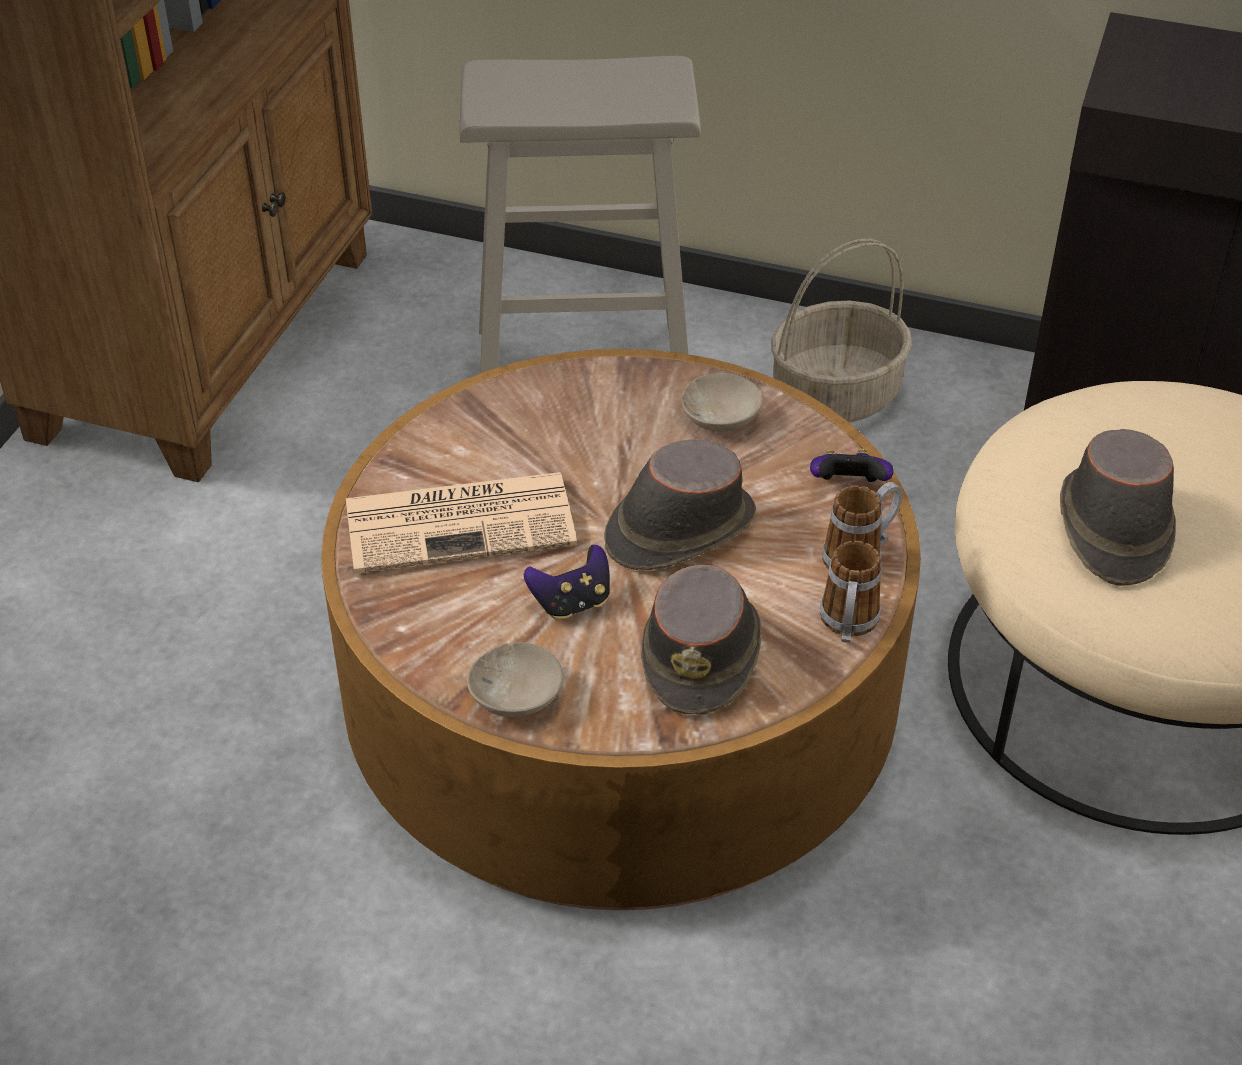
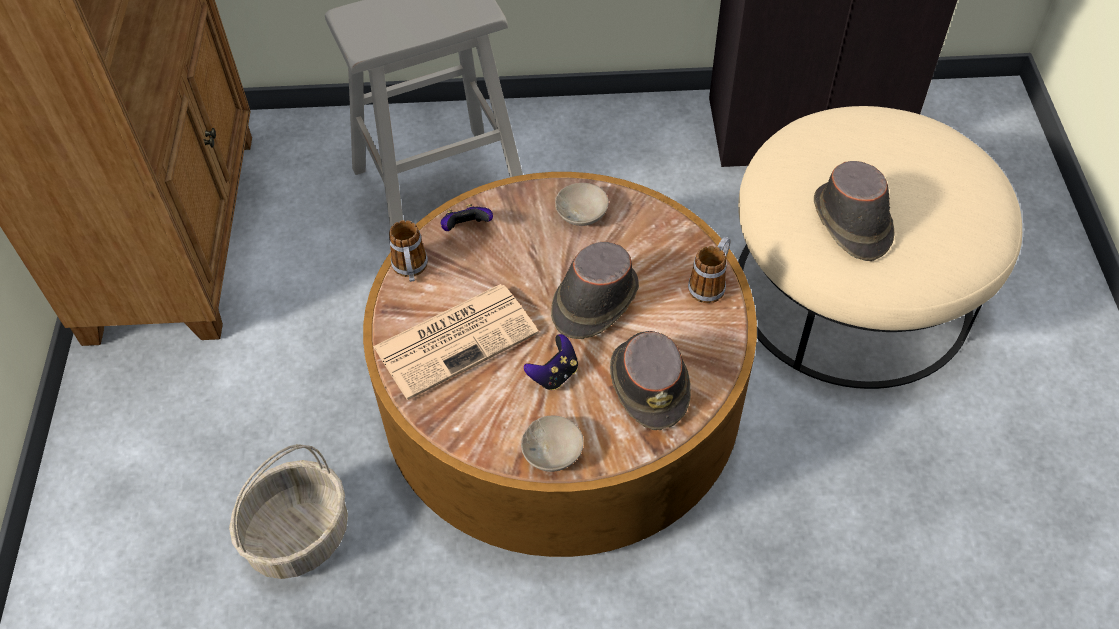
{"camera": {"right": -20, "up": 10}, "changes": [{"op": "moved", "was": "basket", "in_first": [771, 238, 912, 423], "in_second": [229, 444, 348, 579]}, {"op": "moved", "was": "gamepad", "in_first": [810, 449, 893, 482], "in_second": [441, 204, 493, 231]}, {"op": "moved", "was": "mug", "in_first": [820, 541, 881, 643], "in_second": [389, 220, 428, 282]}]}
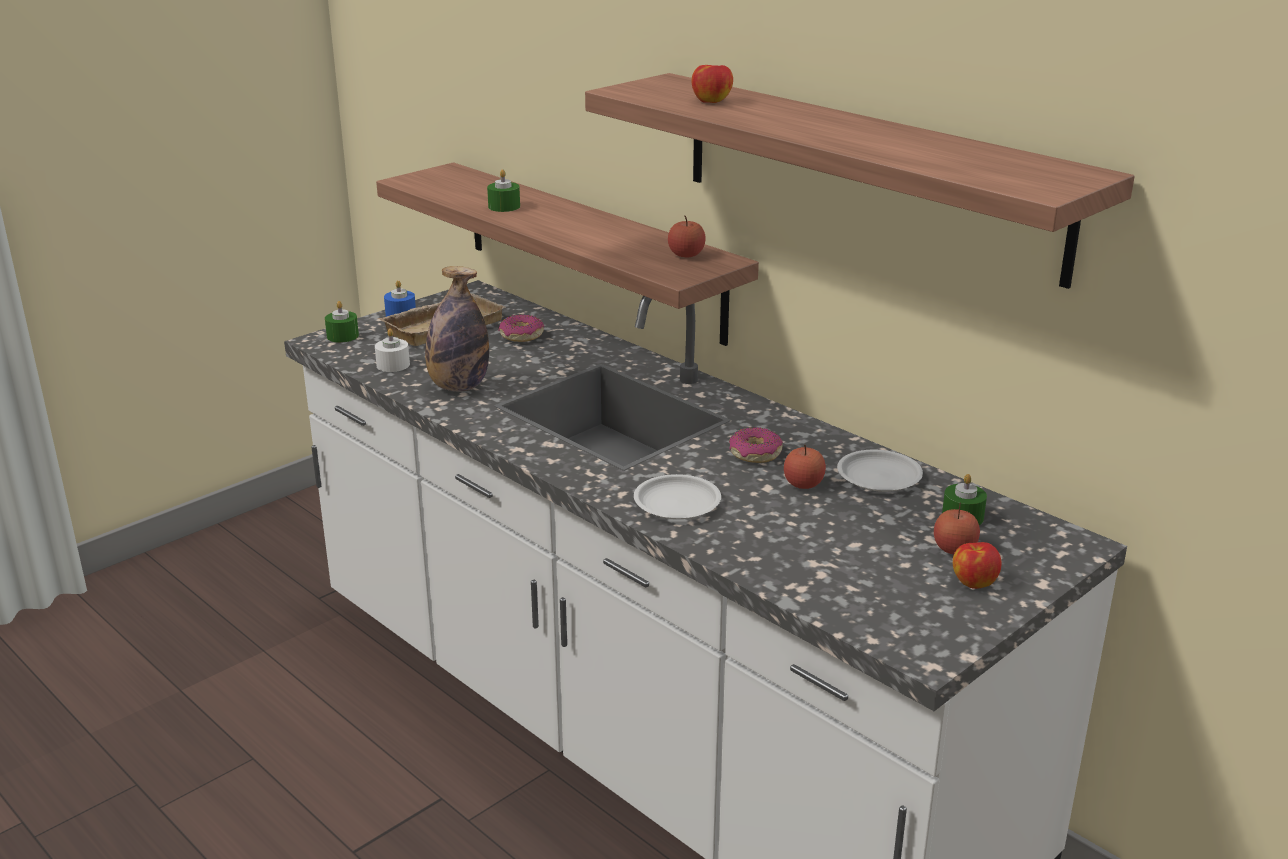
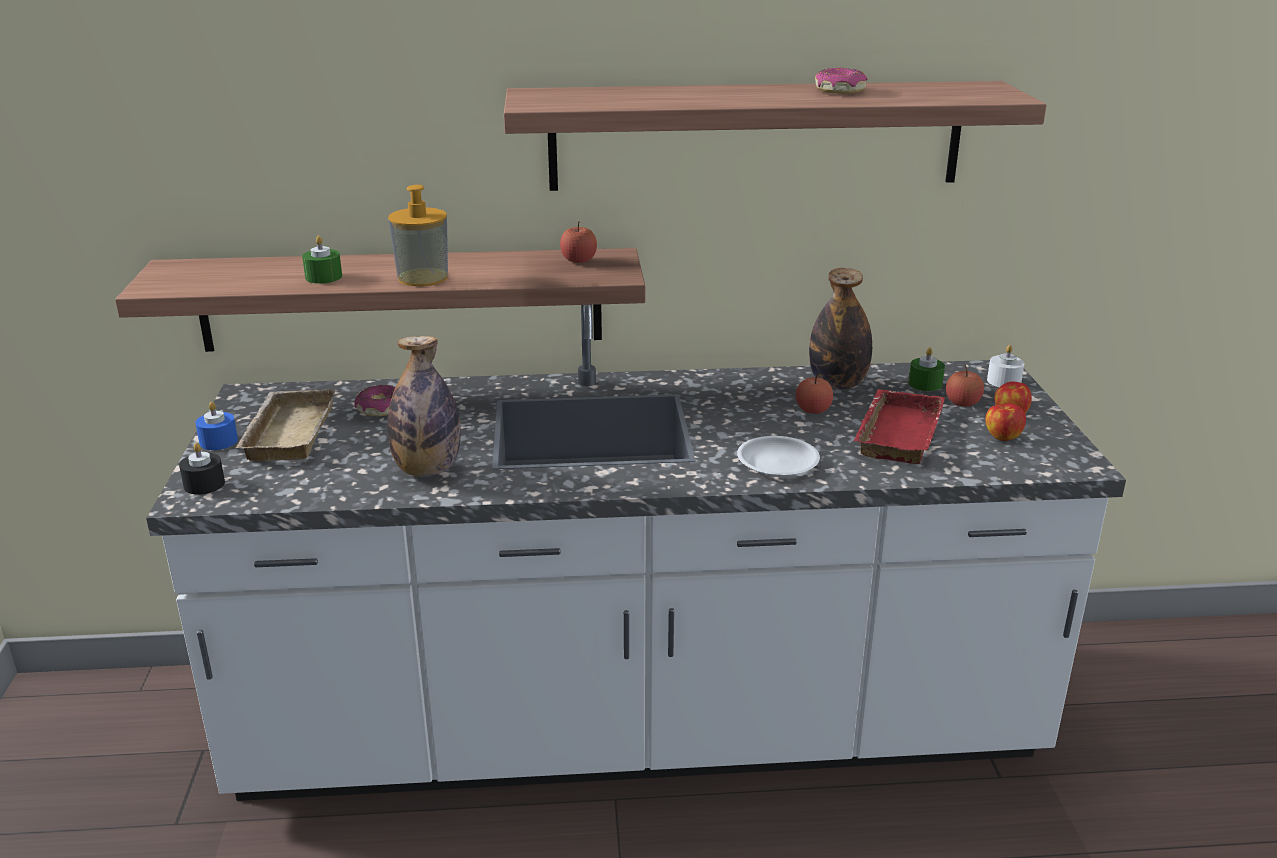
{"camera": {"right": -50, "up": 0}, "changes": [{"op": "added", "now": "liquid soap bottle", "in_second": [388, 185, 448, 286]}, {"op": "added", "now": "red carrying tray", "in_second": [854, 389, 945, 464]}, {"op": "moved", "was": "white-coloured candle", "in_first": [375, 328, 410, 372], "in_second": [987, 345, 1024, 387]}, {"op": "moved", "was": "whole apple", "in_first": [692, 65, 733, 103], "in_second": [985, 403, 1026, 441]}, {"op": "moved", "was": "ring doughnut", "in_first": [729, 427, 783, 463], "in_second": [815, 68, 867, 94]}, {"op": "replaced", "was": "white-coloured flat dish", "now": "drink bottle", "in_first": [837, 450, 923, 492], "in_second": [809, 268, 872, 390]}, {"op": "recoloured", "was": "green-coloured candle", "now": "black candle", "in_first": [325, 301, 359, 343], "in_second": [179, 443, 225, 495]}]}
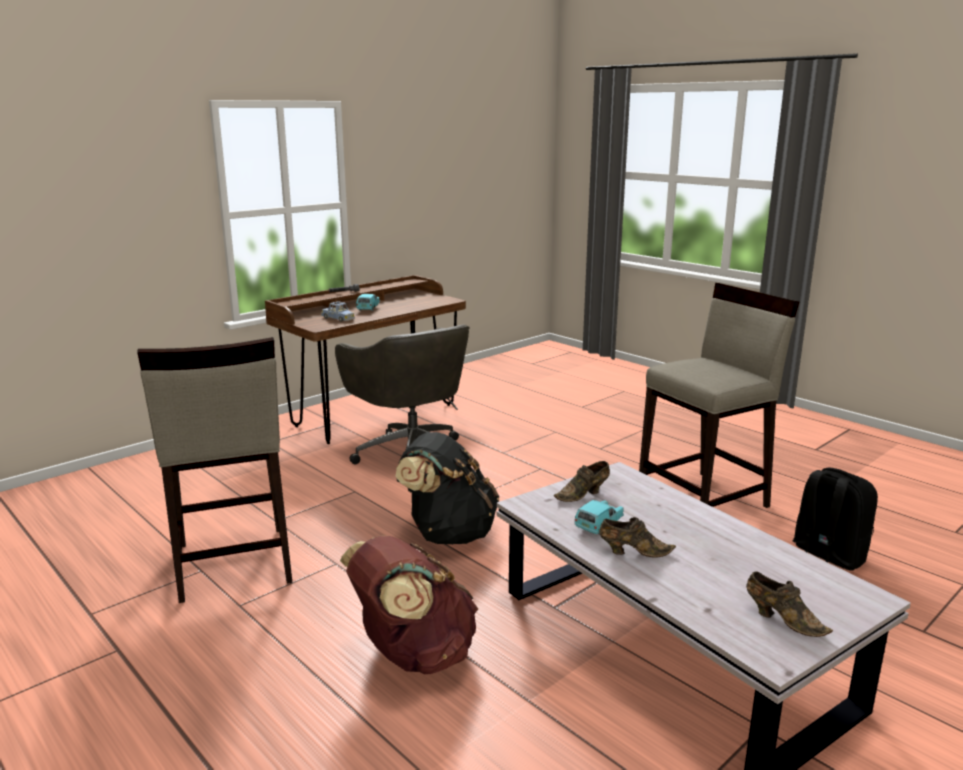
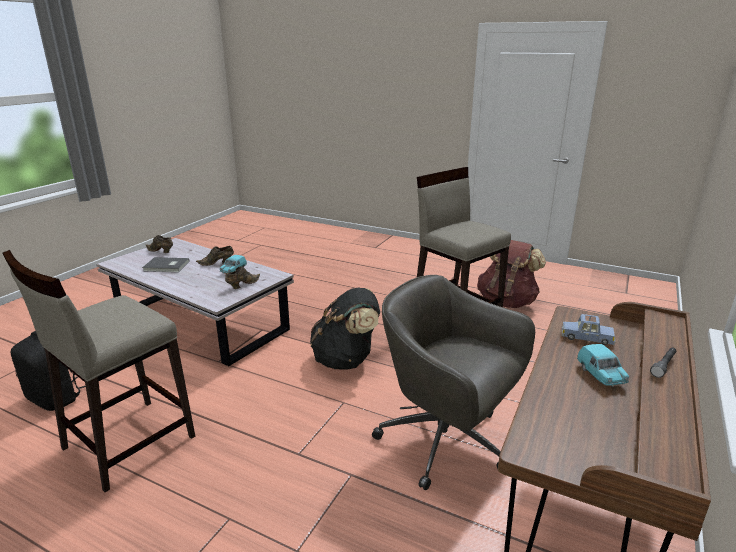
{"camera": {"right": 160, "up": 5}, "changes": [{"op": "added", "now": "gray book", "in_second": [142, 257, 189, 272]}, {"op": "moved", "was": "brownish knapsack", "in_first": [340, 536, 478, 674], "in_second": [477, 240, 546, 308]}]}
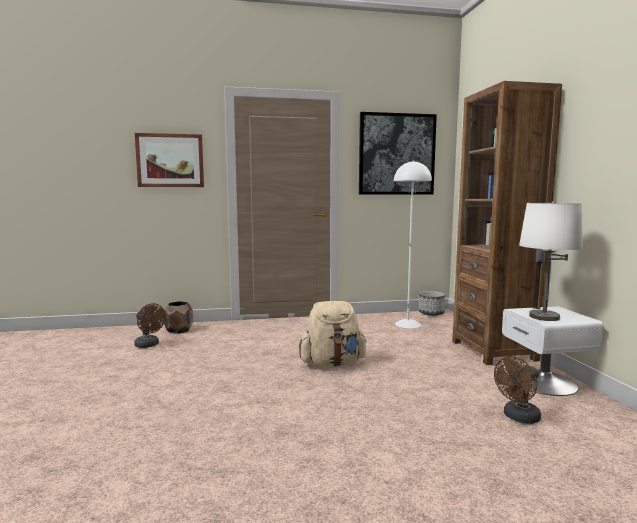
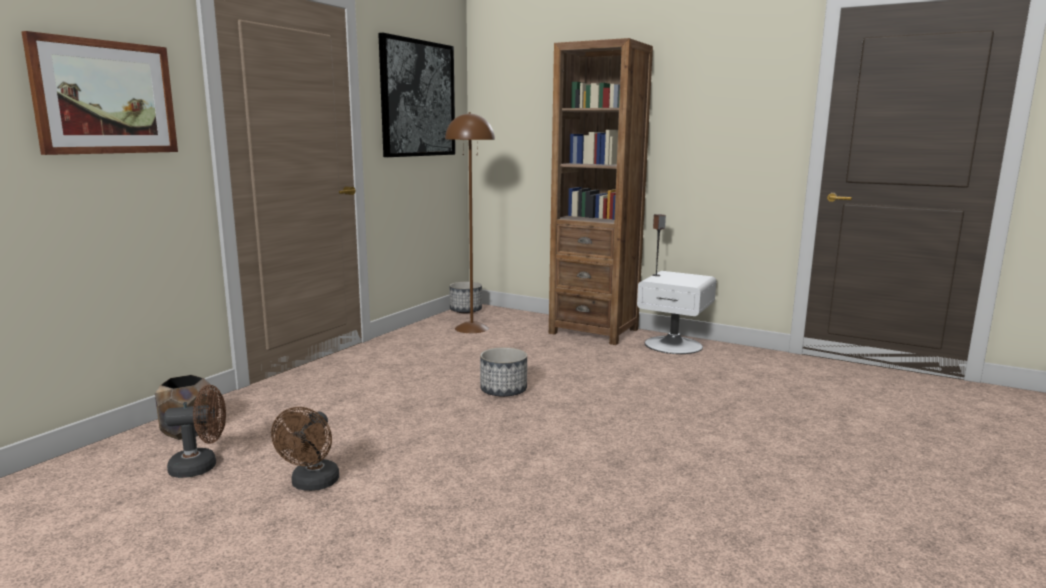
{"camera": {"right": -50, "up": 5}, "changes": [{"op": "removed", "was": "white-coloured table lamp", "in_first": [519, 201, 583, 321]}, {"op": "moved", "was": "brownish electric fan", "in_first": [494, 356, 541, 424], "in_second": [271, 407, 339, 491]}, {"op": "replaced", "was": "beige knapsack", "now": "plant pot", "in_first": [299, 301, 367, 368], "in_second": [480, 347, 527, 397]}, {"op": "recoloured", "was": "white-coloured standing lamp", "now": "brownish standing lamp", "in_first": [394, 161, 432, 328], "in_second": [445, 112, 495, 333]}]}
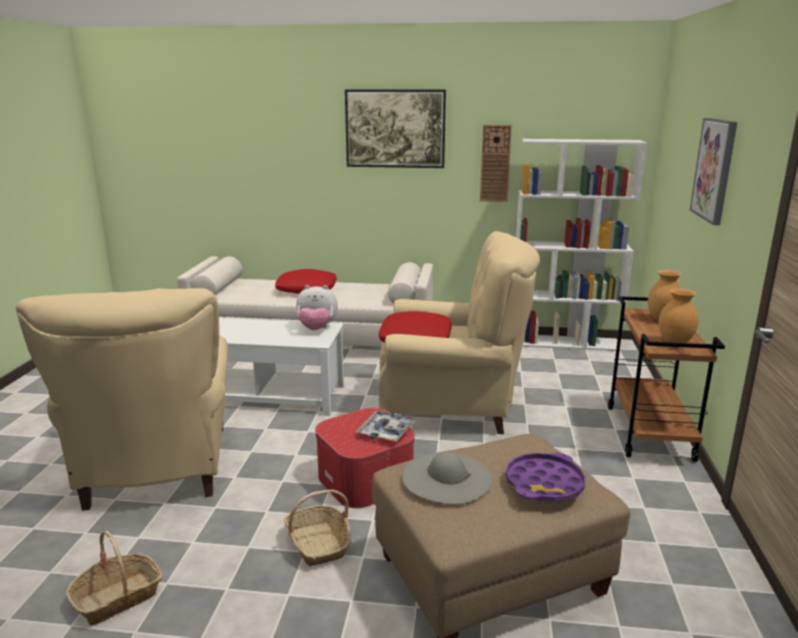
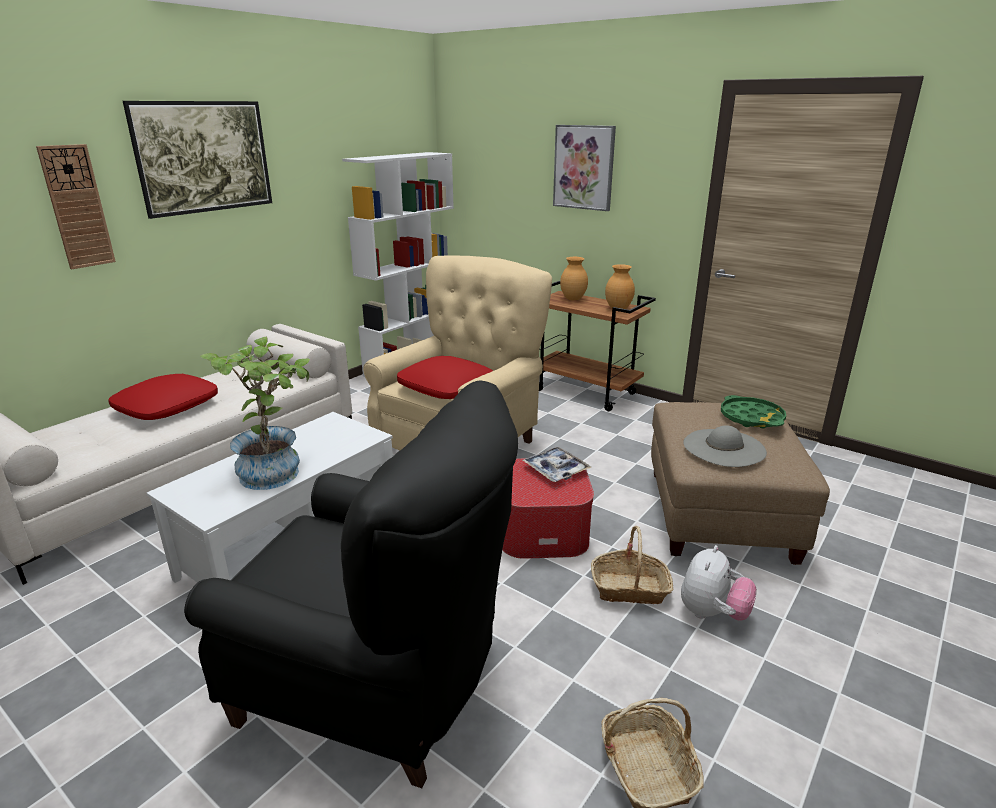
{"camera": {"right": -60, "up": 5}, "changes": [{"op": "added", "now": "houseplant", "in_second": [200, 337, 310, 490]}, {"op": "moved", "was": "soft toy", "in_first": [296, 285, 338, 330], "in_second": [681, 545, 757, 621]}, {"op": "moved", "was": "hanging clock", "in_first": [480, 125, 512, 202], "in_second": [36, 144, 116, 269]}, {"op": "recoloured", "was": "beige lounge chair", "now": "black lounge chair", "in_first": [16, 288, 228, 511], "in_second": [184, 381, 518, 788]}, {"op": "recoloured", "was": "purple-coloured carrying tray", "now": "green-coloured carrying tray", "in_first": [505, 453, 586, 503], "in_second": [721, 395, 786, 428]}]}
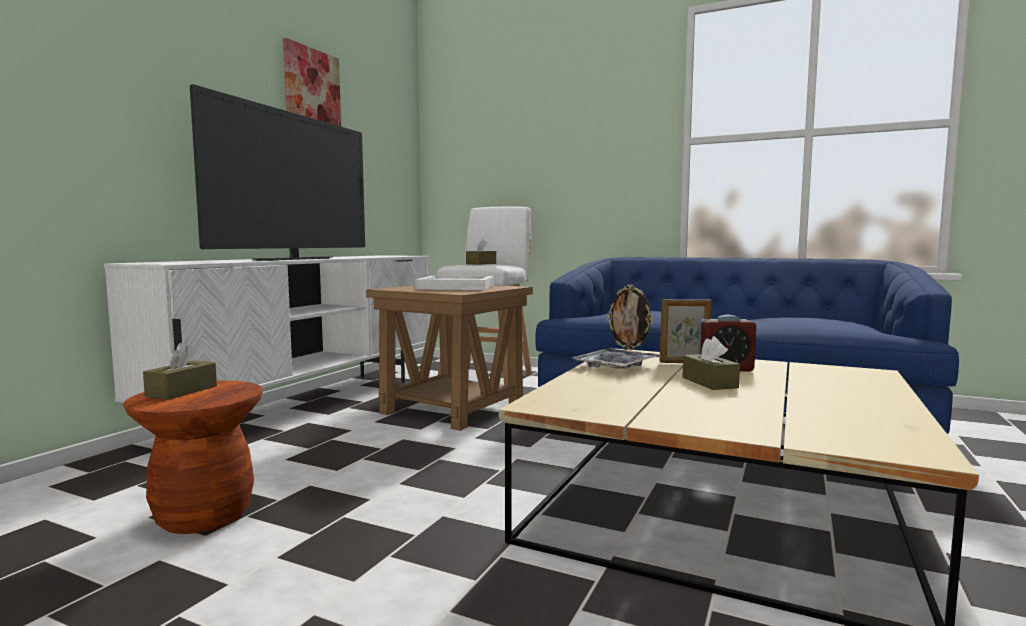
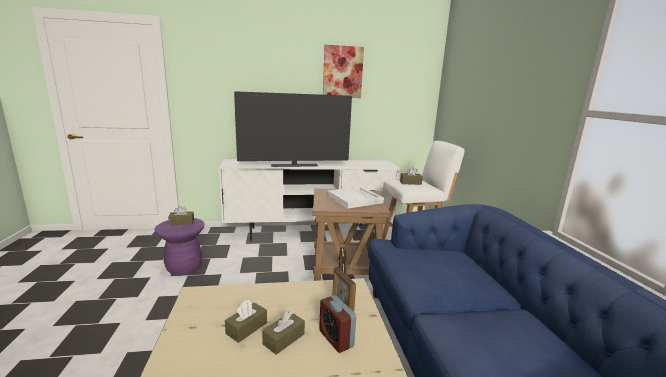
{"camera": {"right": 55, "up": 10}, "changes": [{"op": "removed", "was": "carrying tray", "in_first": [572, 348, 662, 369]}, {"op": "added", "now": "brownish box of tissues", "in_second": [225, 300, 267, 343]}, {"op": "recoloured", "was": "brownish stool seat", "now": "purple-coloured stool seat", "in_first": [123, 381, 263, 534], "in_second": [155, 218, 205, 275]}]}
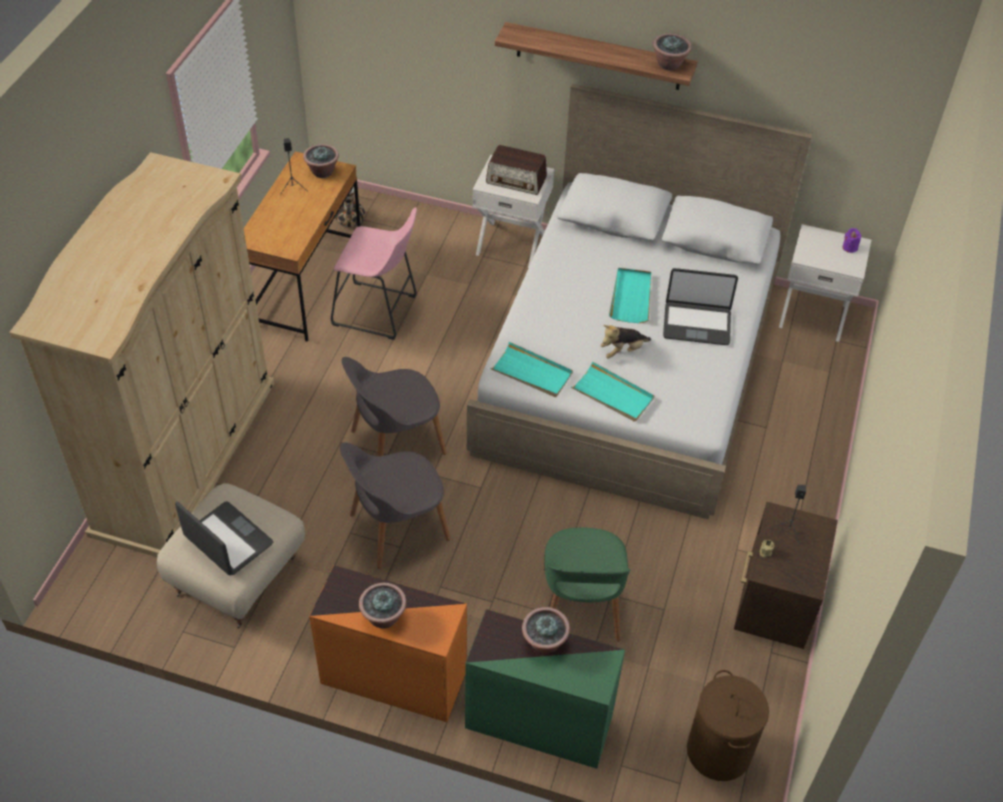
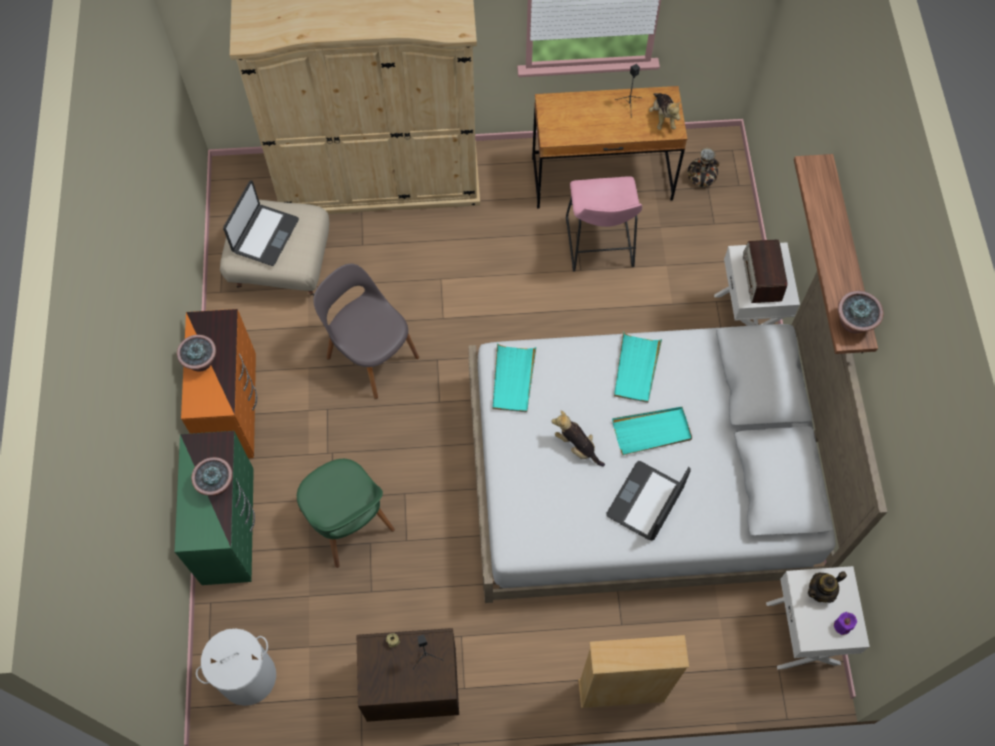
{"camera": {"right": 70, "up": 15}, "changes": [{"op": "removed", "was": "gray chair", "in_first": [342, 357, 447, 456]}, {"op": "added", "now": "beige shelving unit", "in_second": [578, 635, 689, 708]}, {"op": "added", "now": "teapot", "in_second": [808, 571, 847, 603]}, {"op": "moved", "was": "turquoise carrying tray", "in_first": [571, 361, 654, 422], "in_second": [614, 332, 662, 403]}, {"op": "replaced", "was": "houseplant", "now": "soft toy", "in_first": [303, 144, 339, 178], "in_second": [649, 93, 681, 130]}, {"op": "recoloured", "was": "brownish laundry basket", "now": "white-coloured laundry basket", "in_first": [687, 670, 769, 781], "in_second": [196, 628, 276, 706]}, {"op": "turned", "was": "green-coloured chair", "in_first": [544, 528, 631, 642], "in_second": [297, 459, 395, 568], "clockwise": -105}, {"op": "turned", "was": "laptop", "in_first": [663, 268, 738, 345], "in_second": [606, 461, 691, 541], "clockwise": 45}]}
